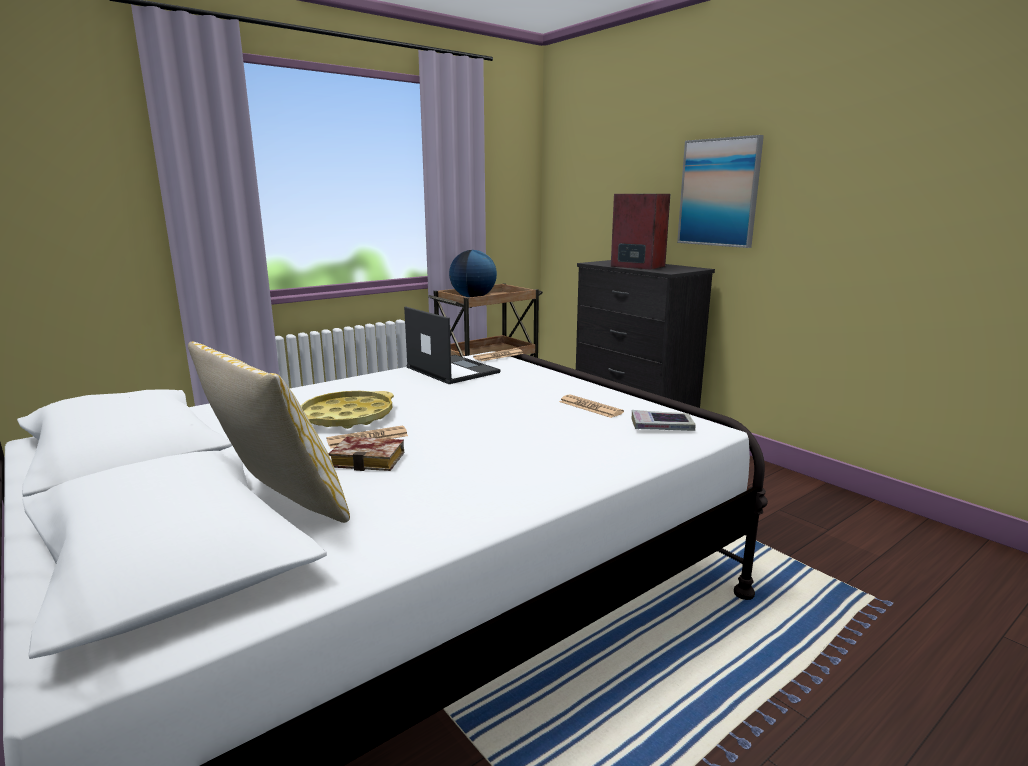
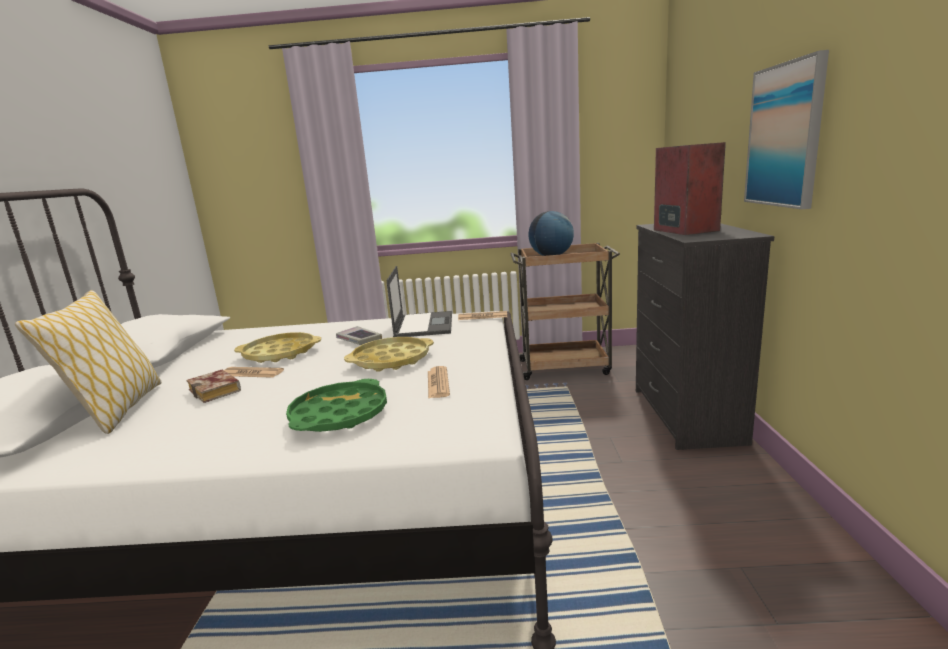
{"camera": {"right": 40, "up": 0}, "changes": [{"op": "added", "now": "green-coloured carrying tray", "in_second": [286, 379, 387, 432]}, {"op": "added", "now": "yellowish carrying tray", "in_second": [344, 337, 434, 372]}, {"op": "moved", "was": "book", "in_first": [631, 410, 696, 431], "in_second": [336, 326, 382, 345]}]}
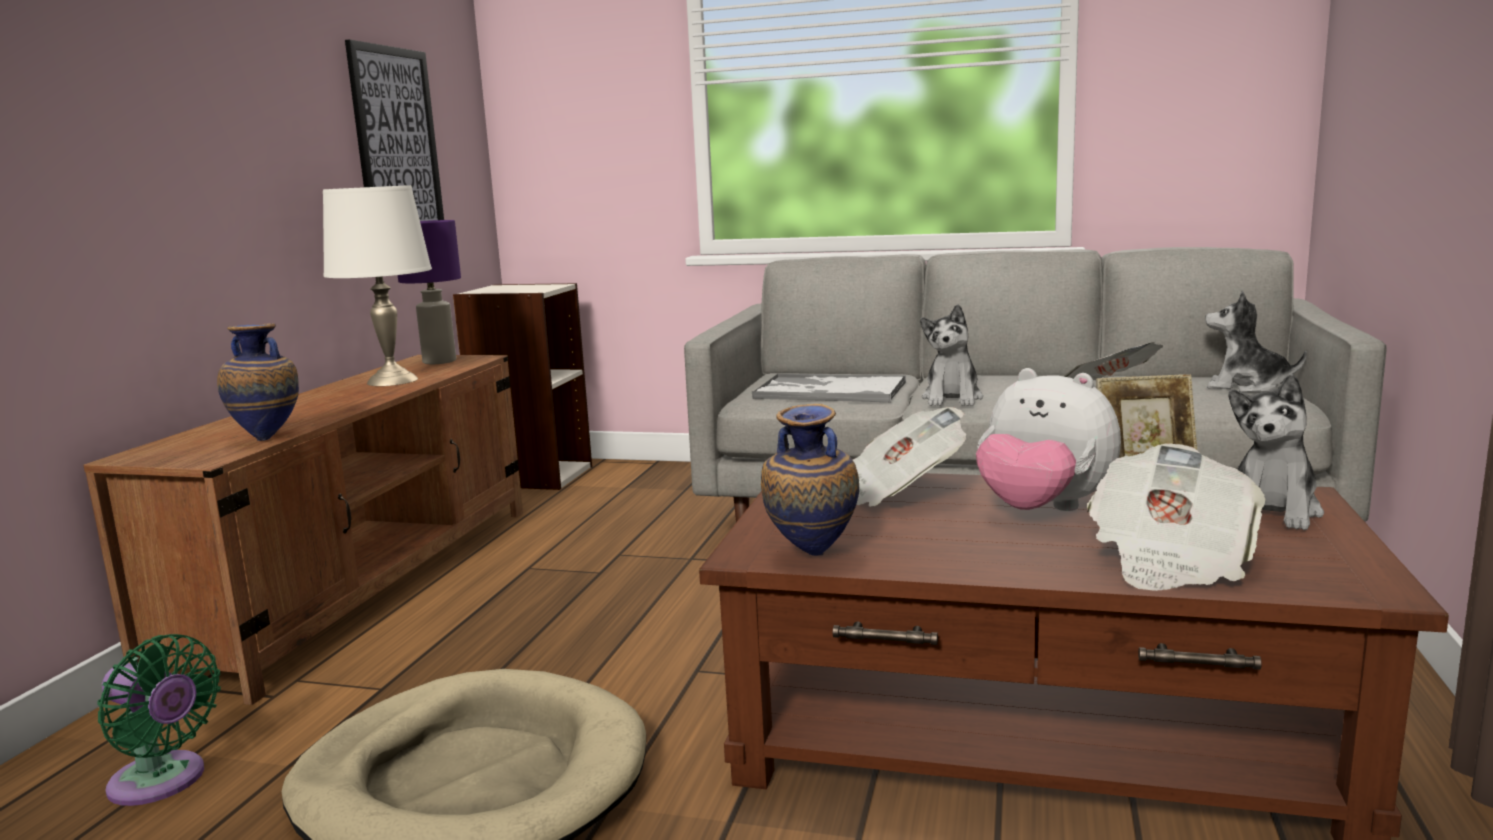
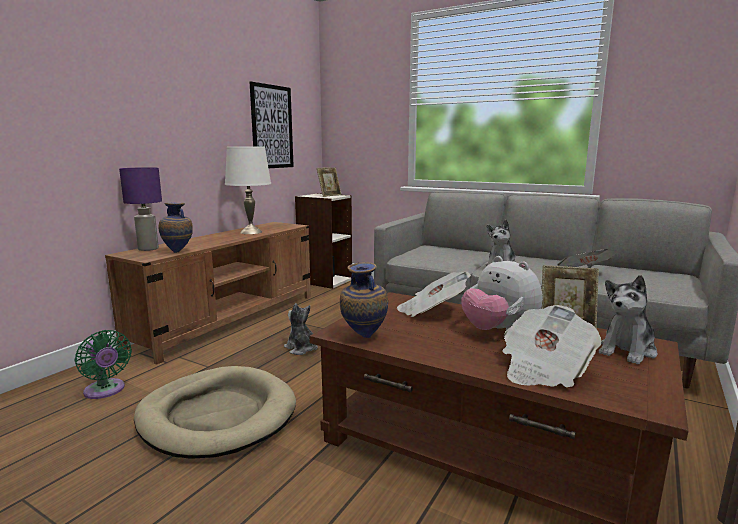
{"camera": {"right": 15, "up": 0}, "changes": [{"op": "removed", "was": "carrying tray", "in_first": [752, 373, 906, 402]}, {"op": "added", "now": "picture frame", "in_second": [317, 167, 342, 197]}, {"op": "moved", "was": "purple-coloured table lamp", "in_first": [398, 220, 461, 364], "in_second": [119, 167, 162, 251]}, {"op": "moved", "was": "soft toy", "in_first": [1205, 291, 1307, 393], "in_second": [284, 303, 318, 355]}]}
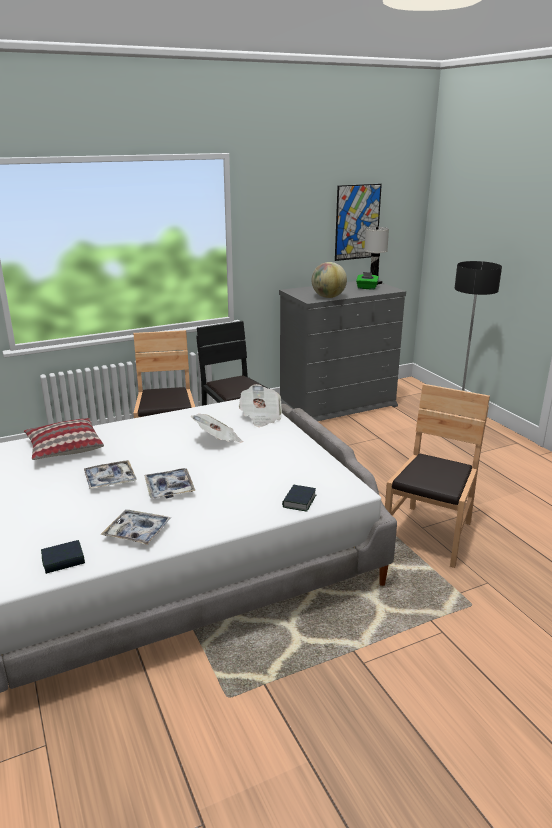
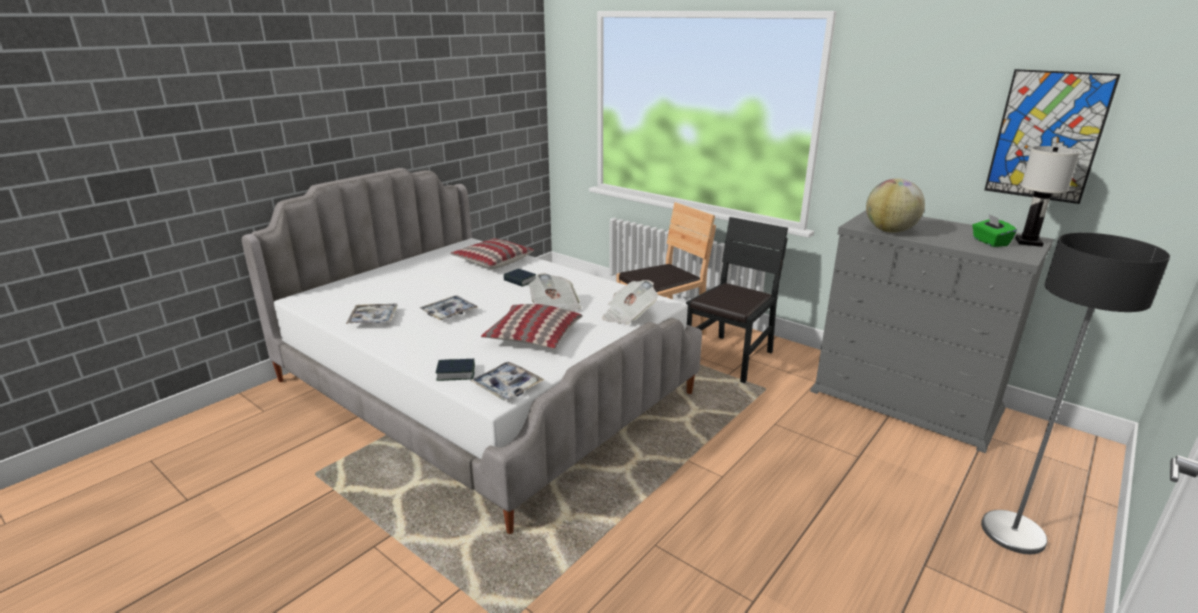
{"camera": {"right": 65, "up": 0}, "changes": [{"op": "removed", "was": "brownish chair", "in_first": [385, 384, 490, 568]}, {"op": "added", "now": "cushion", "in_second": [481, 304, 583, 349]}, {"op": "moved", "was": "book", "in_first": [41, 540, 85, 574], "in_second": [503, 269, 536, 287]}, {"op": "moved", "was": "carrying tray", "in_first": [84, 460, 137, 489], "in_second": [470, 362, 545, 400]}]}
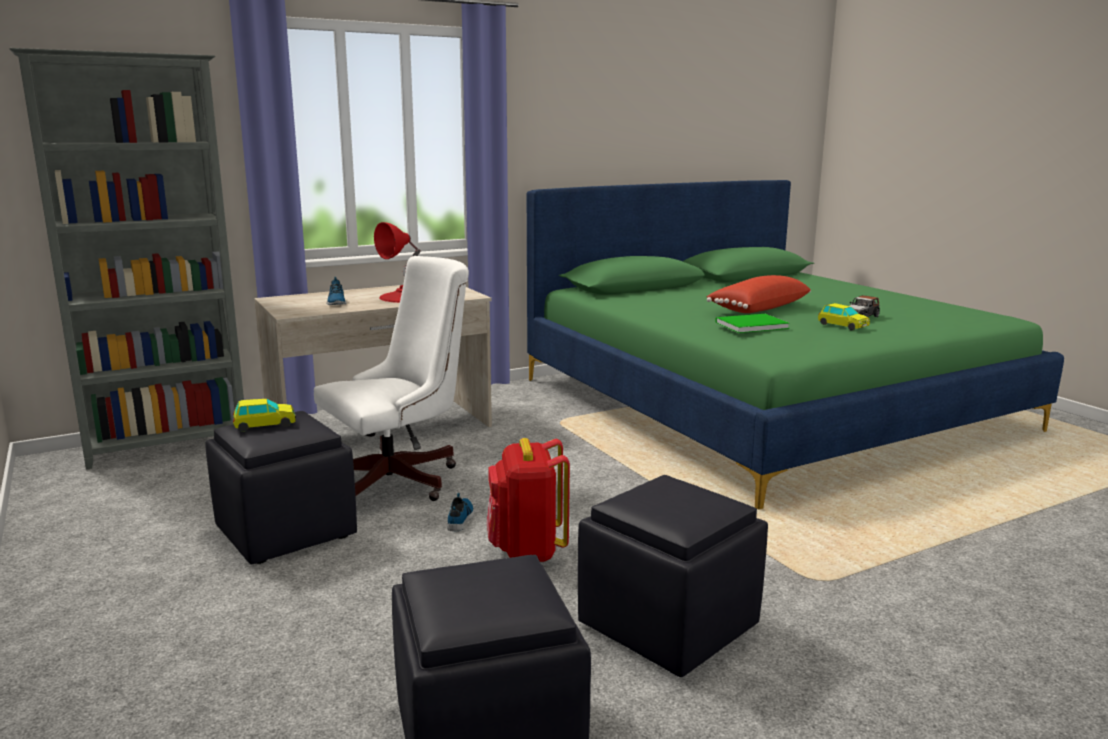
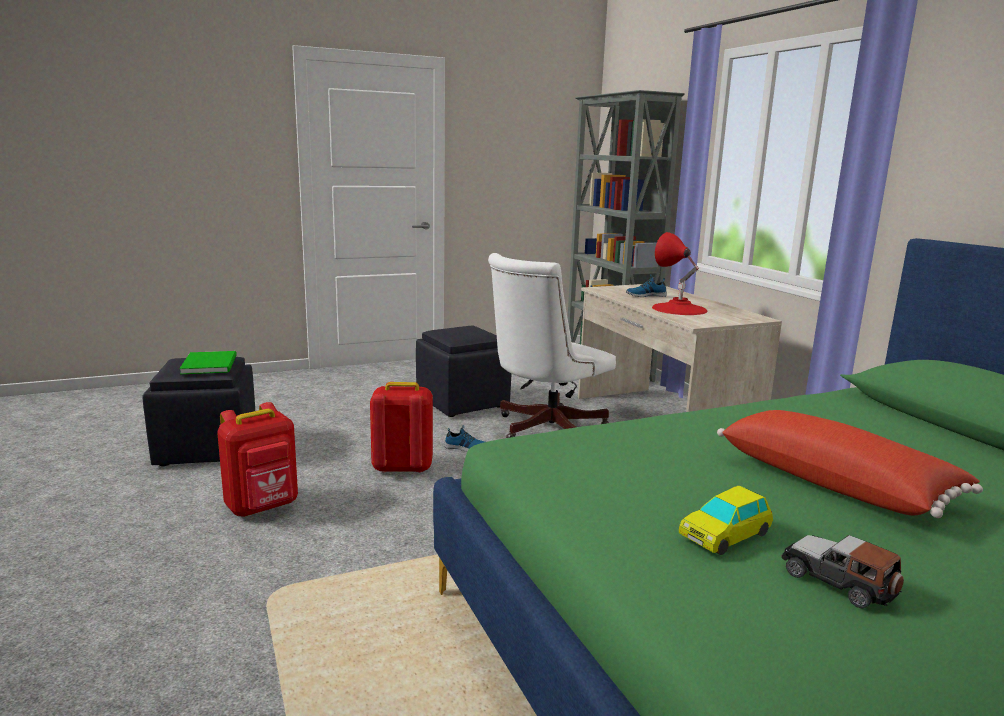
{"camera": {"right": 95, "up": 0}, "changes": [{"op": "removed", "was": "toy car", "in_first": [233, 399, 296, 432]}, {"op": "moved", "was": "green-coloured book", "in_first": [715, 314, 790, 333], "in_second": [179, 351, 237, 374]}, {"op": "replaced", "was": "black footrest", "now": "red knapsack", "in_first": [578, 475, 768, 677], "in_second": [217, 402, 298, 517]}, {"op": "turned", "was": "white-coloured desk chair", "in_first": [314, 256, 469, 501], "in_second": [488, 253, 616, 438], "clockwise": 75}]}
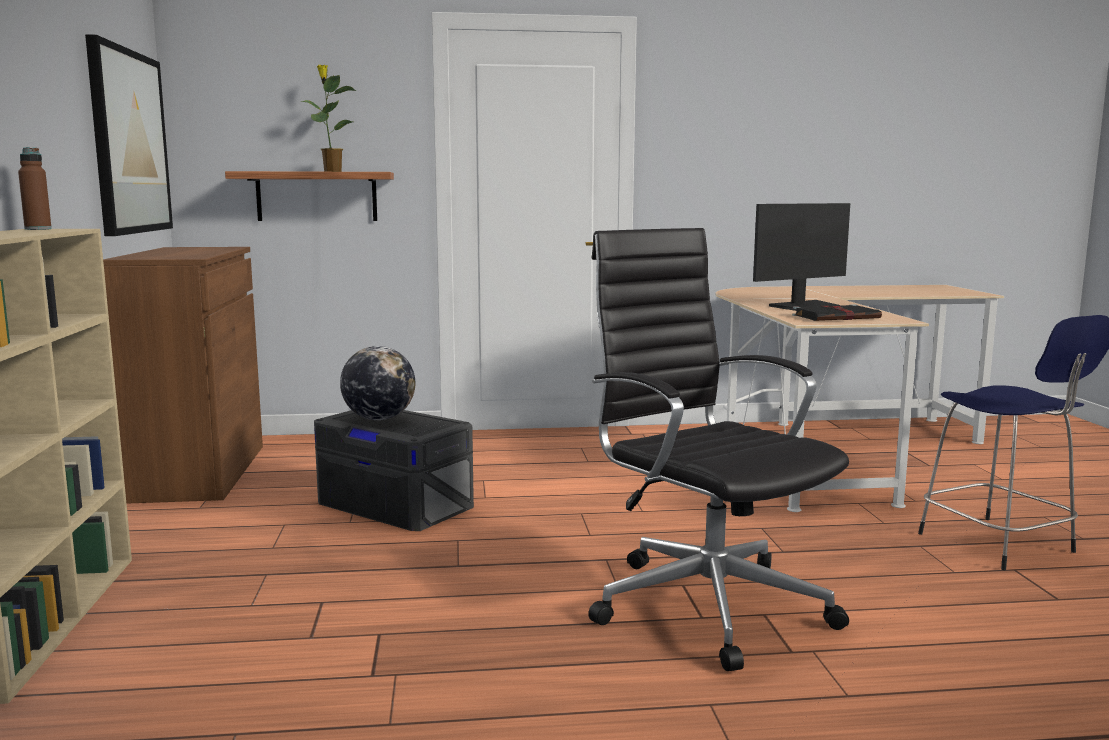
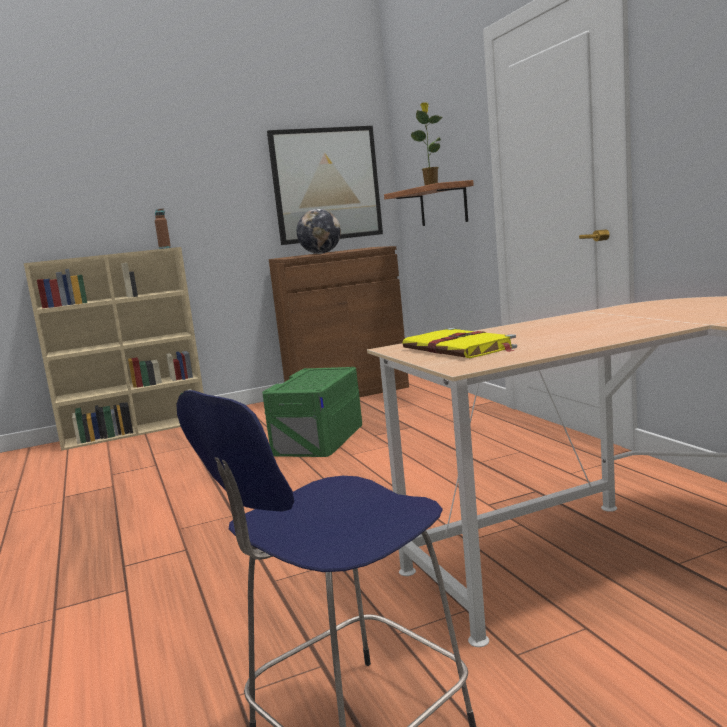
{"camera": {"right": 75, "up": 0}, "changes": [{"op": "removed", "was": "black desk chair", "in_first": [588, 228, 849, 671]}, {"op": "removed", "was": "computer screen", "in_first": [753, 203, 850, 311]}, {"op": "moved", "was": "globe", "in_first": [340, 346, 415, 420], "in_second": [297, 209, 341, 254]}, {"op": "recoloured", "was": "gray storage container", "now": "green-coloured storage container", "in_first": [314, 410, 474, 531], "in_second": [262, 367, 362, 457]}, {"op": "recoloured", "was": "black book", "now": "yellowish book", "in_first": [792, 304, 882, 321], "in_second": [402, 328, 517, 358]}]}
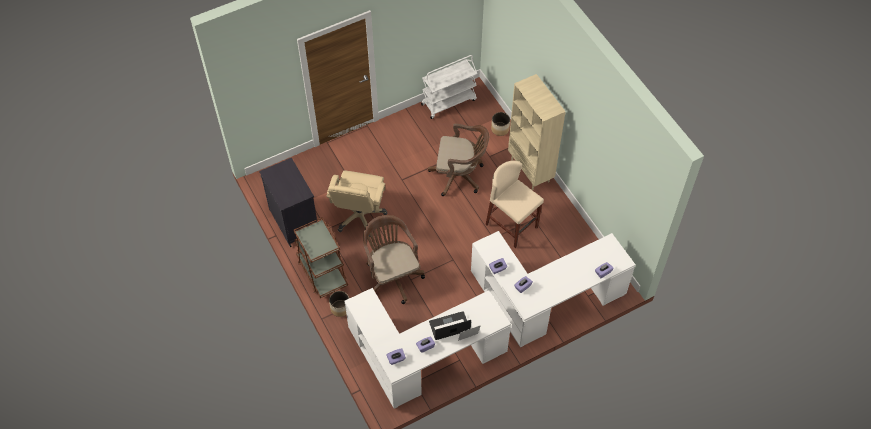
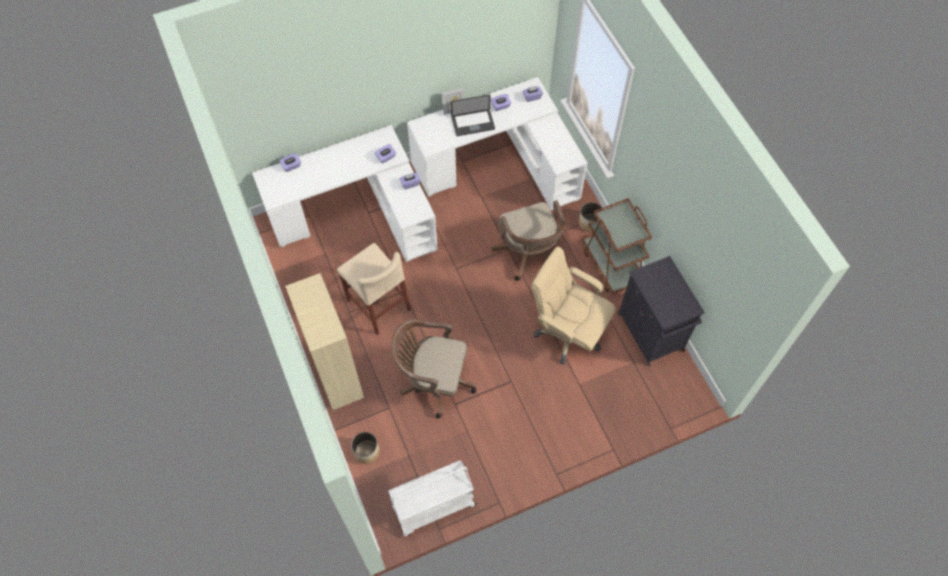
{"camera": {"right": -175, "up": 5}, "changes": [{"op": "turned", "was": "beige desk chair", "in_first": [326, 170, 388, 237], "in_second": [532, 246, 616, 364], "clockwise": -75}]}
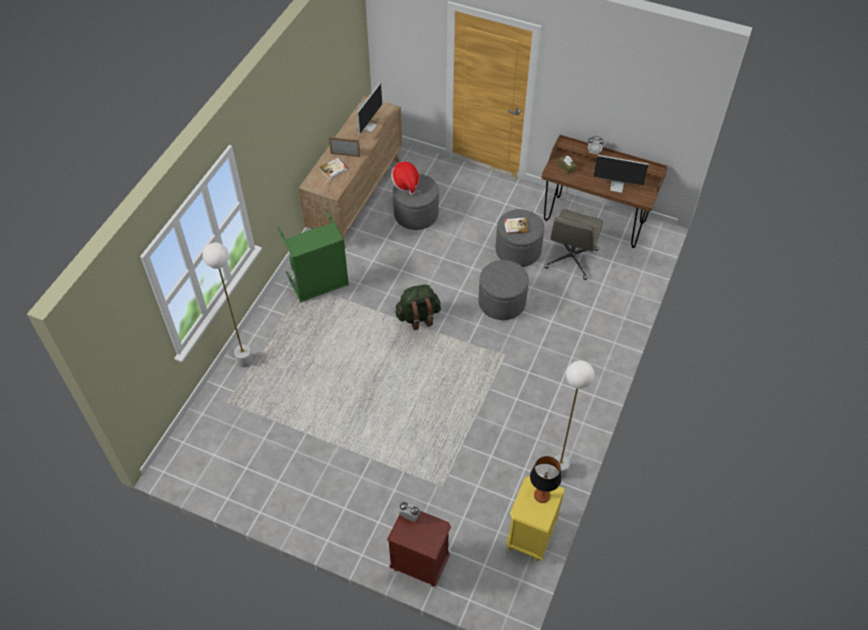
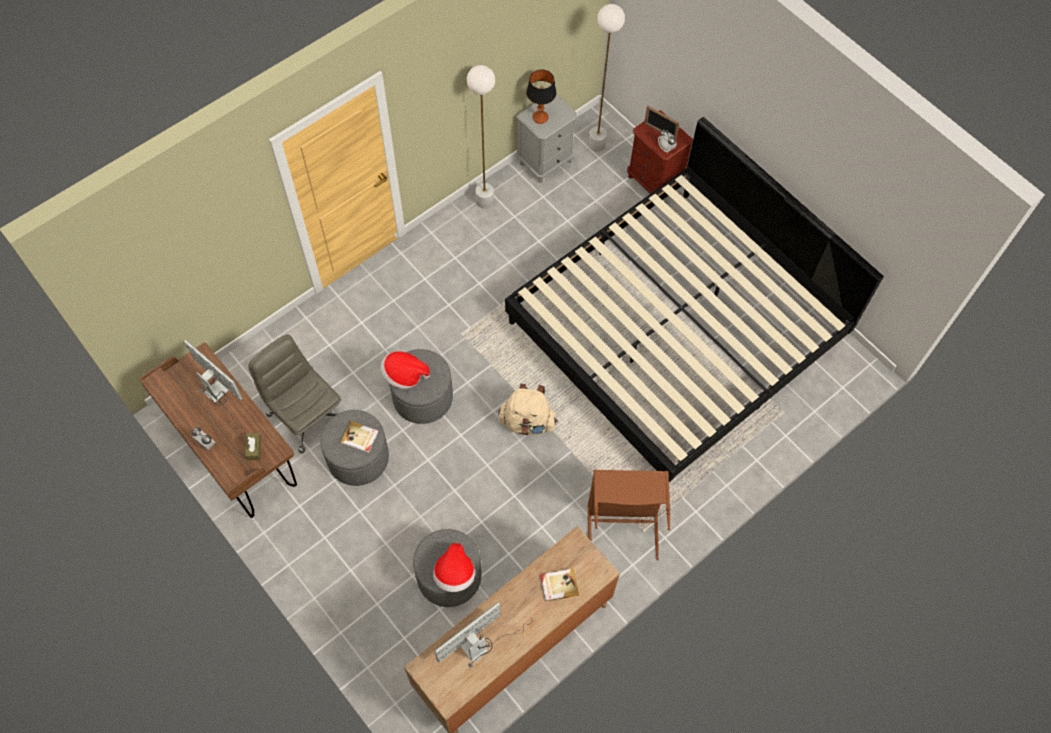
{"camera": {"right": -155, "up": 10}, "changes": [{"op": "added", "now": "clothing hat", "in_second": [381, 351, 430, 389]}, {"op": "added", "now": "bedroom bed", "in_second": [505, 117, 884, 482]}, {"op": "moved", "was": "white-coloured standing lamp", "in_first": [203, 243, 253, 368], "in_second": [588, 4, 625, 152]}, {"op": "moved", "was": "picture frame", "in_first": [329, 137, 360, 157], "in_second": [644, 106, 680, 139]}, {"op": "recoloured", "was": "green-coloured laundry basket", "now": "brownish laundry basket", "in_first": [277, 210, 349, 303], "in_second": [588, 469, 671, 560]}, {"op": "recoloured", "was": "green-coloured knapsack", "now": "beige knapsack", "in_first": [395, 285, 441, 330], "in_second": [498, 384, 558, 435]}, {"op": "recoloured", "was": "yellowish bedside table", "now": "gray bedside table", "in_first": [506, 476, 565, 561], "in_second": [516, 94, 577, 183]}, {"op": "turned", "was": "gray desk chair", "in_first": [544, 209, 603, 280], "in_second": [248, 334, 341, 453], "clockwise": -90}]}
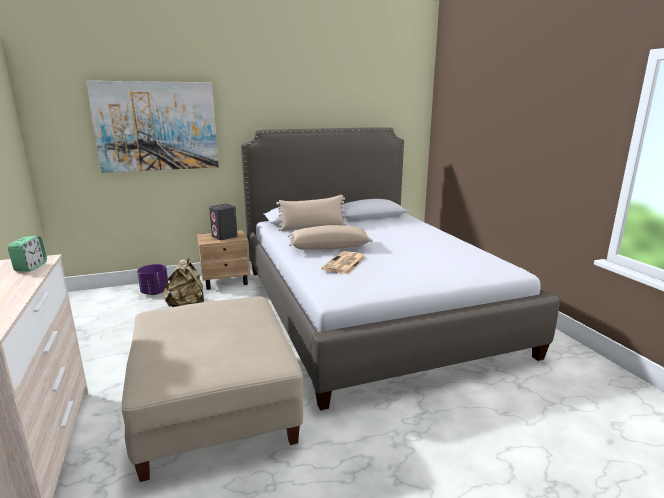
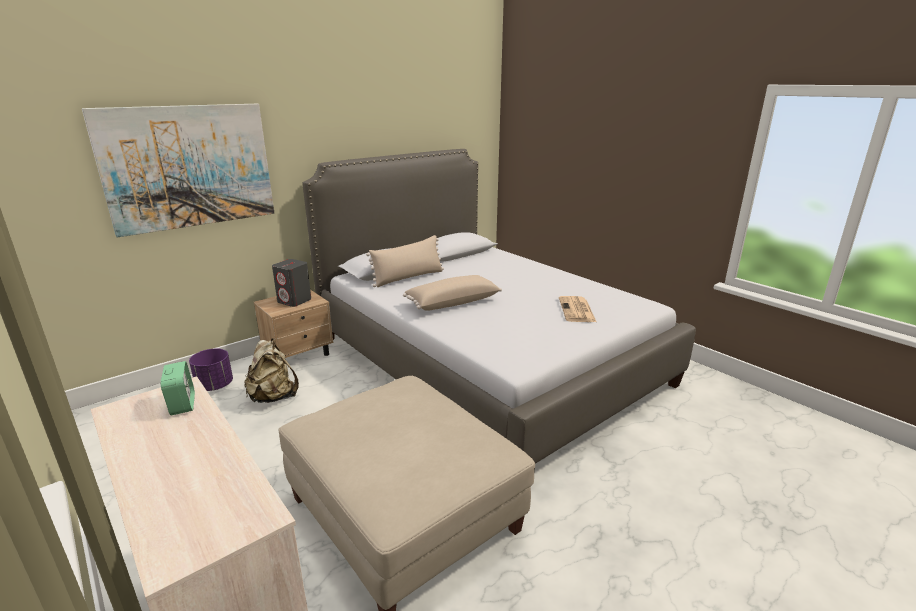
{"camera": {"right": -20, "up": 5}, "changes": [{"op": "moved", "was": "daily paper", "in_first": [321, 251, 366, 274], "in_second": [559, 296, 596, 322]}]}
